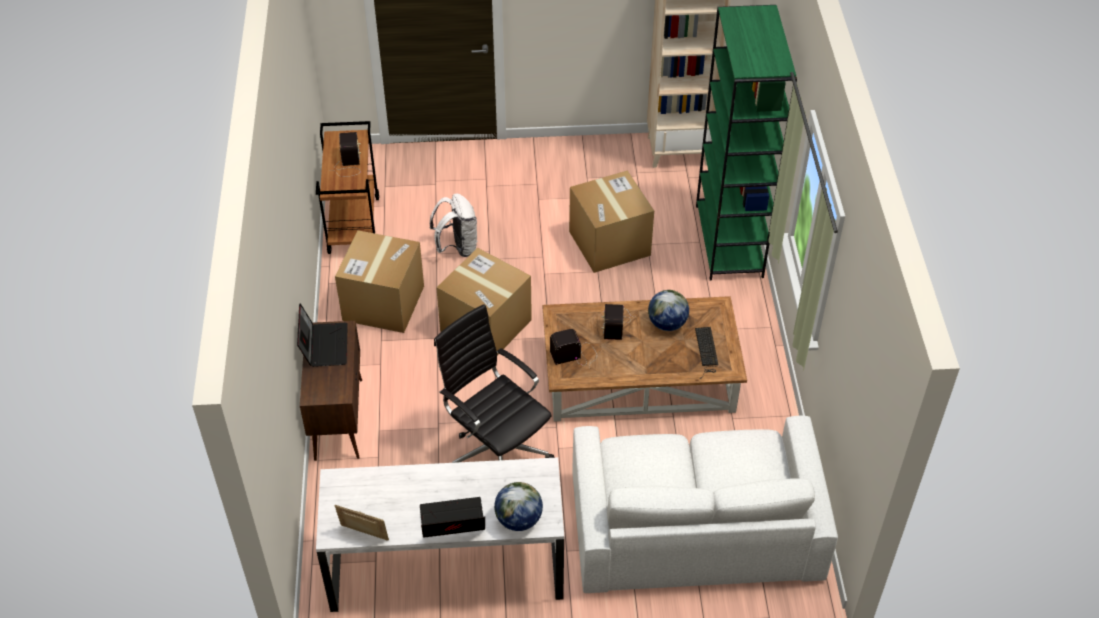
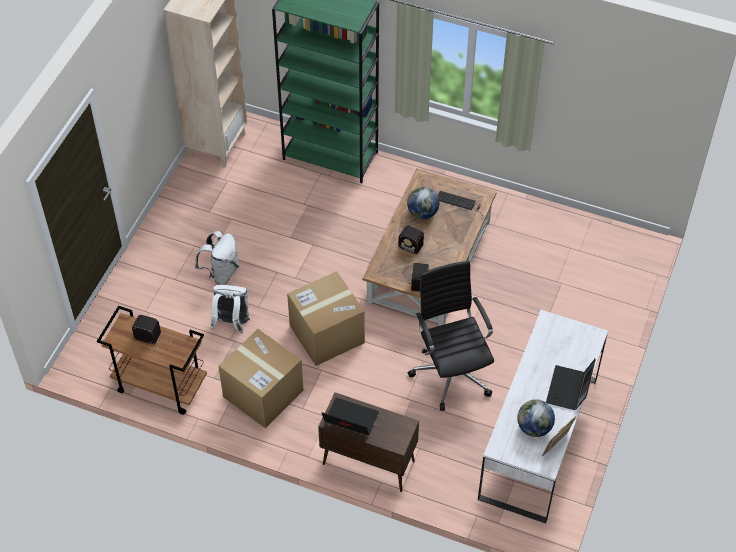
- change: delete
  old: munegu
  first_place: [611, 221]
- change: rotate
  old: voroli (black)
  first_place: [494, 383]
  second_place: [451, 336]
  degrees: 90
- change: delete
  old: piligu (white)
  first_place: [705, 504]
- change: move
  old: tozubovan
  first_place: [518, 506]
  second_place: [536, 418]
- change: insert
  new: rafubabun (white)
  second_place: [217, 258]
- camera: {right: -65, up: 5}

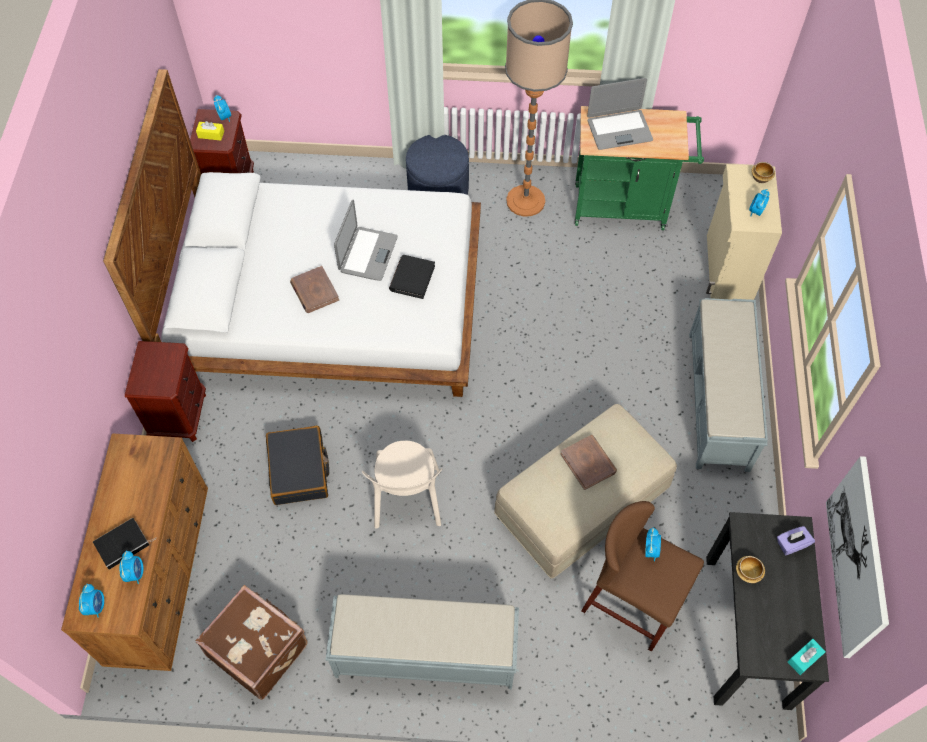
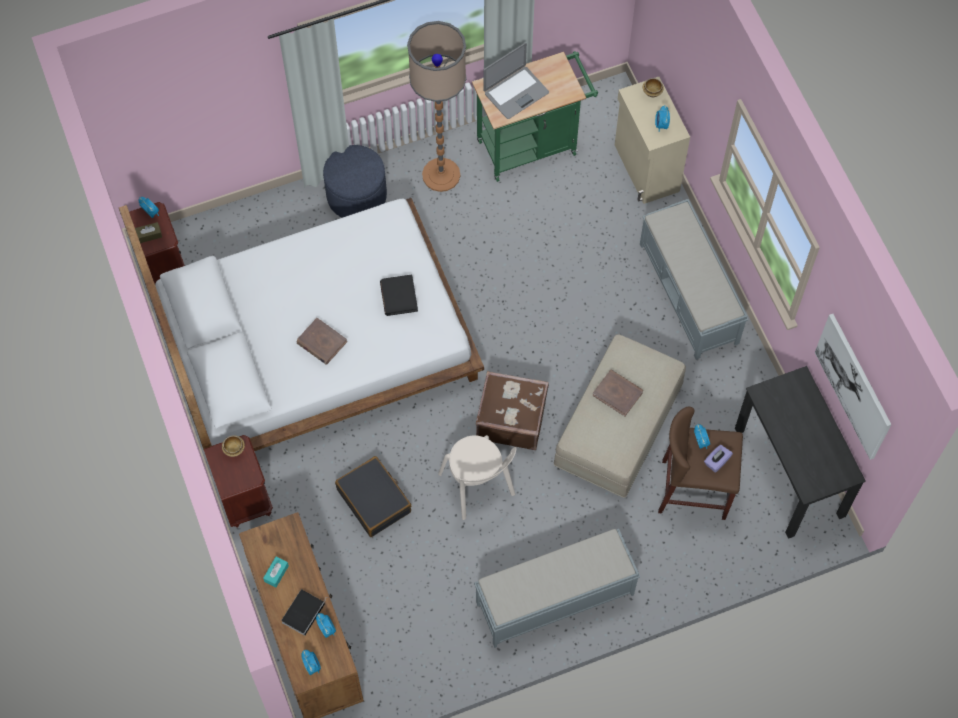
- change: recolor
  old: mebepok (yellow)
  new: mebepok (brown)
  first_place: [210, 130]
  second_place: [148, 232]
- change: delete
  old: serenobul
  first_place: [366, 240]
- change: move
  old: mebepok (purple)
  first_place: [796, 540]
  second_place: [718, 459]
- change: move
  old: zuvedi
  first_place: [750, 569]
  second_place: [233, 446]
- change: move
  old: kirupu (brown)
  first_place: [252, 642]
  second_place: [512, 410]
- change: move
  old: mebepok (turquoise)
  first_place: [807, 657]
  second_place: [276, 572]
- camera: {right: -25, up: 5}

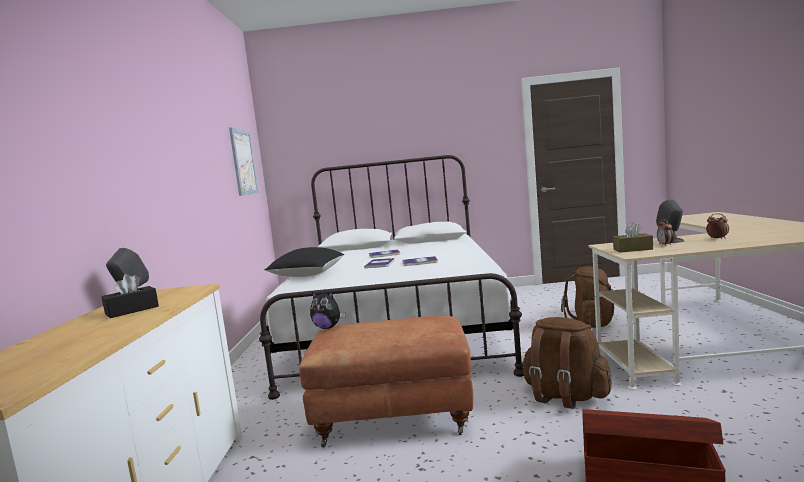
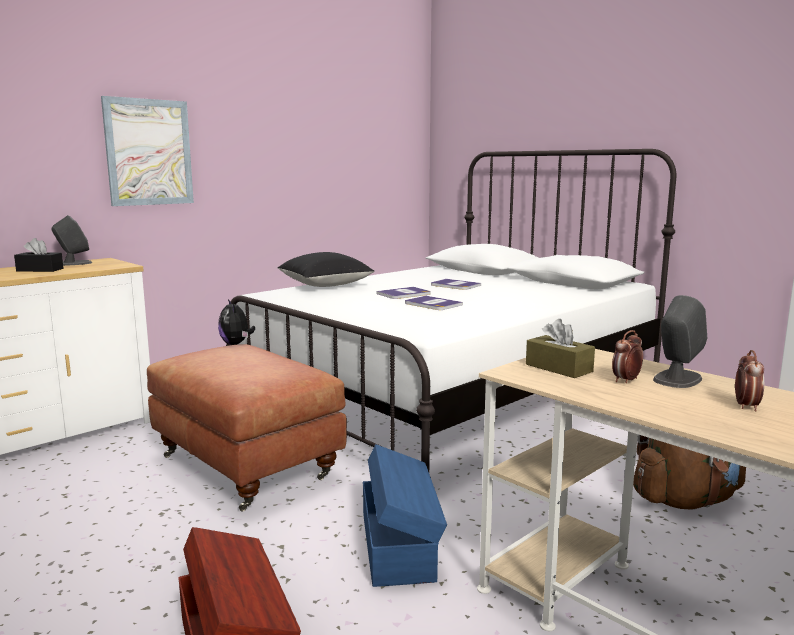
- change: move
  old: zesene
  first_place: [244, 161]
  second_place: [147, 151]
- change: replace
  old: rafubabun (brown)
  new: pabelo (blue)
  first_place: [567, 363]
  second_place: [405, 515]
- camera: {right: 45, up: 5}

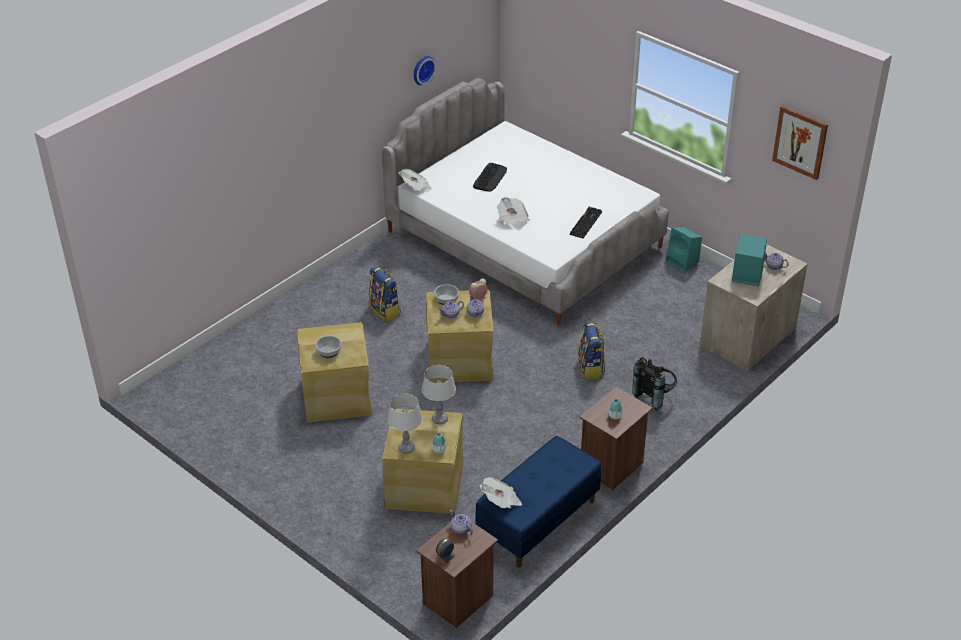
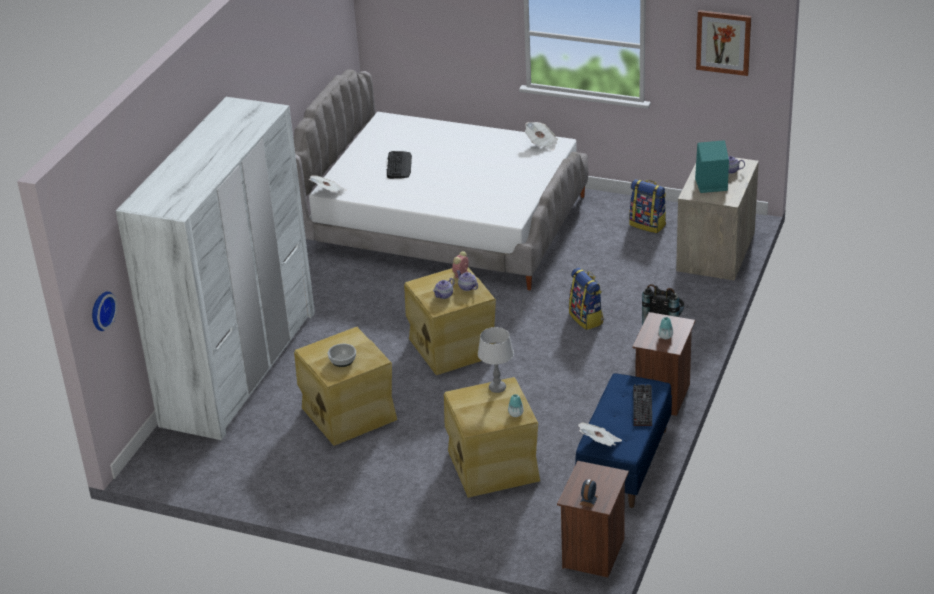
- change: move
  old: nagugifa
  first_place: [425, 70]
  second_place: [105, 311]
- change: move
  old: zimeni
  first_place: [513, 213]
  second_place: [541, 136]
- change: move
  old: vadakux
  first_place: [586, 222]
  second_place: [642, 405]
- change: delete
  old: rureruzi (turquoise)
  first_place: [683, 249]
- change: move
  old: rafubabun
  first_place: [385, 294]
  second_place: [647, 206]
- change: delete
  old: zuvedi
  first_place: [446, 294]
- change: delete
  old: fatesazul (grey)
  first_place: [405, 423]
- change: delete
  old: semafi
  first_place: [461, 522]
- change: insert
  new: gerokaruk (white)
  second_place: [215, 268]
- camera: {right: -20, up: -5}

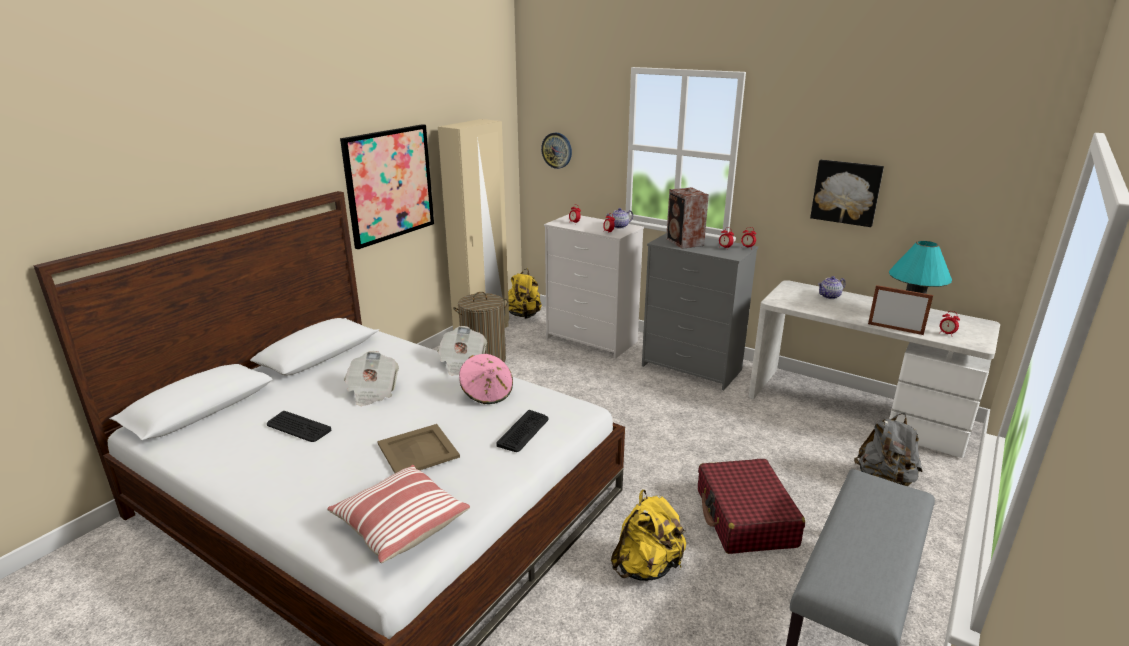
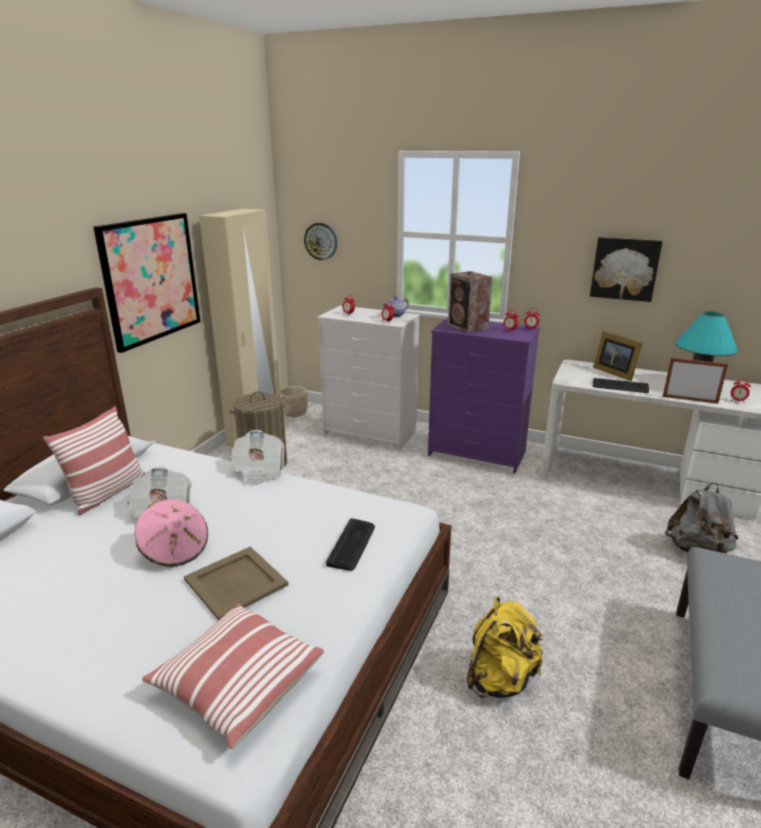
- change: recolor
  old: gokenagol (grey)
  new: gokenagol (purple)
  first_place: [700, 311]
  second_place: [484, 395]
- change: replace
  old: rafubabun (yellow)
  new: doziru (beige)
  first_place: [525, 294]
  second_place: [294, 401]
- change: replace
  old: semafi
  new: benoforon
  first_place: [832, 287]
  second_place: [618, 356]
- change: move
  old: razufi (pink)
  first_place: [486, 379]
  second_place: [171, 533]
- change: move
  old: vadakux
  first_place: [299, 426]
  second_place: [621, 385]
- change: delete
  old: kirupu (red)
  first_place: [751, 506]
- change: insert
  new: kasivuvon
  second_place: [94, 461]
- camera: {right: -10, up: 0}

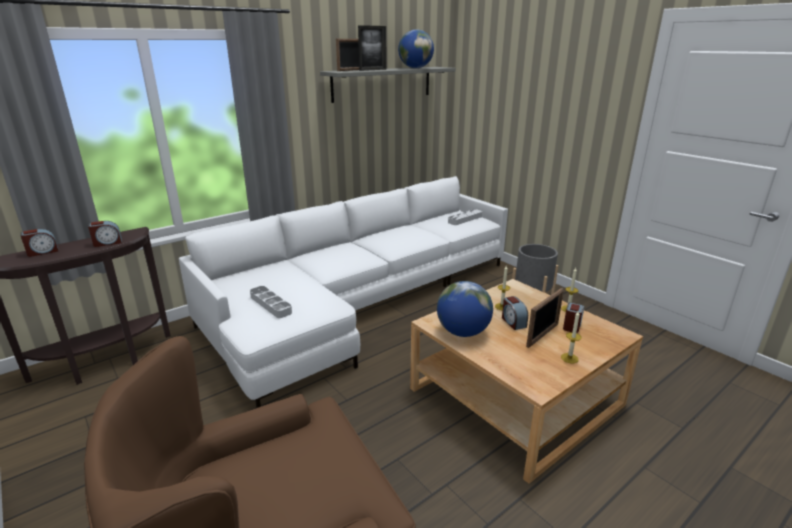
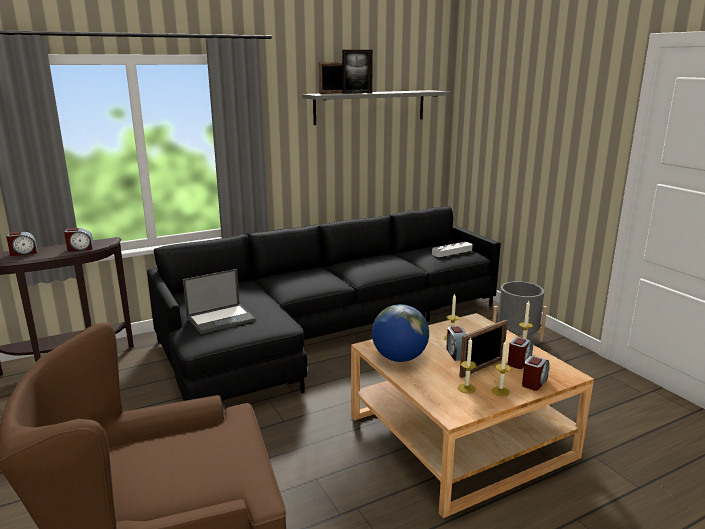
- change: delete
  old: tozubovan
  first_place: [416, 48]
- change: recolor
  old: piligu (white)
  new: piligu (black)
  first_place: [343, 292]
  second_place: [324, 303]
- change: replace
  old: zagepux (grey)
  new: serenobul
  first_place: [271, 302]
  second_place: [219, 301]
- change: insert
  new: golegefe
  second_place: [467, 365]
- change: insert
  new: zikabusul
  second_place: [536, 373]
- camera: {right: 10, up: -5}

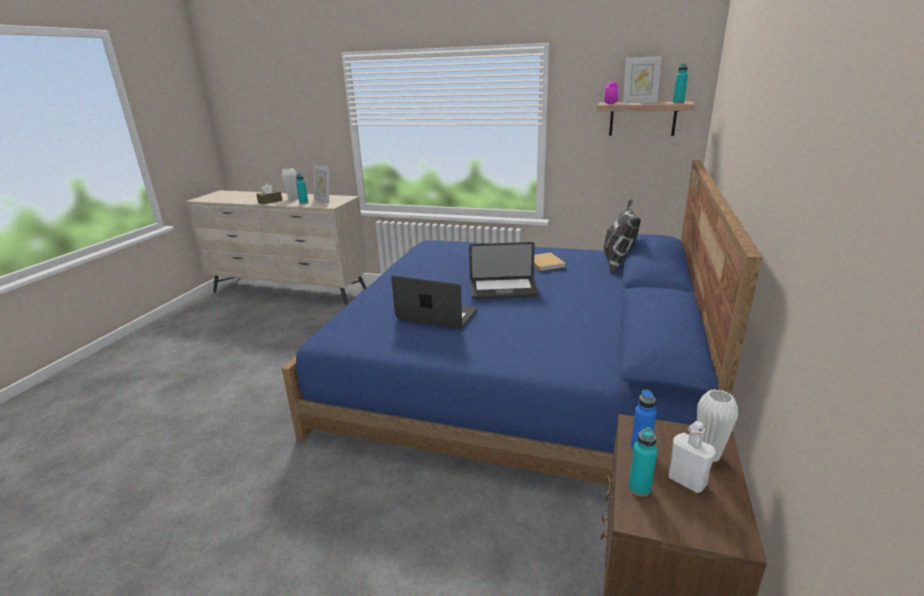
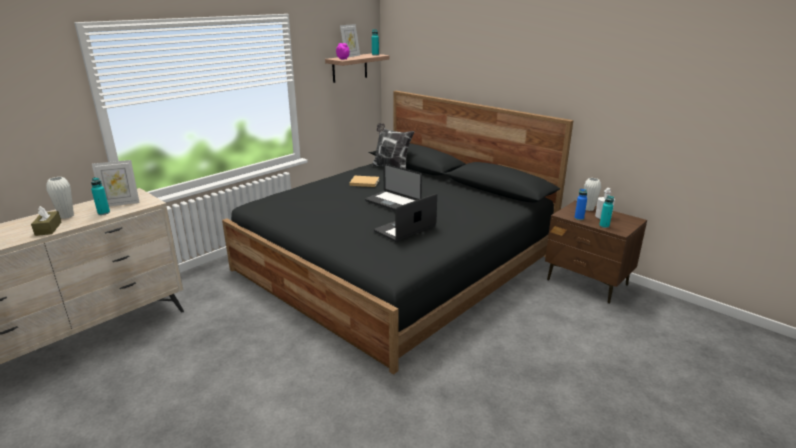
- change: recolor
  old: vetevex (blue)
  new: vetevex (black)
  first_place: [521, 322]
  second_place: [398, 233]
- change: rotate
  old: serenobul
  first_place: [504, 270]
  second_place: [393, 187]
  degrees: 105
- camera: {right: -65, up: 0}

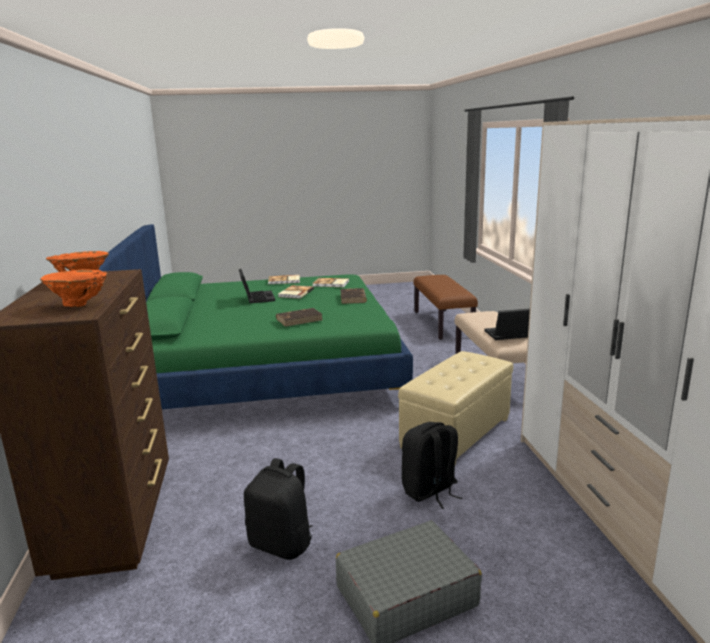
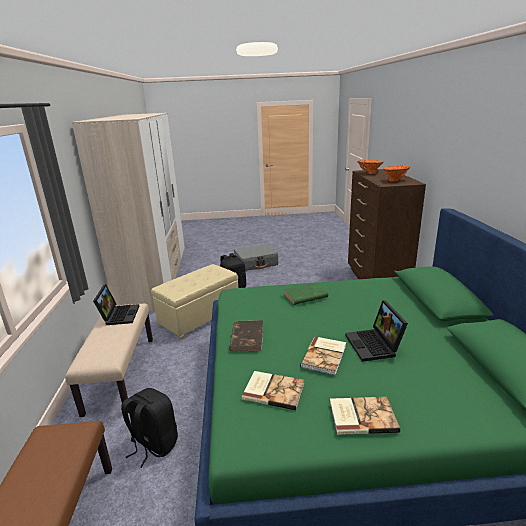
- change: recolor
  old: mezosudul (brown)
  new: mezosudul (green)
  first_place: [299, 317]
  second_place: [305, 293]
- change: rotate
  old: serenobul
  first_place: [507, 324]
  second_place: [116, 304]
  degrees: -90
- change: move
  old: rafubabun (black)
  first_place: [278, 509]
  second_place: [149, 428]
- camera: {right: -175, up: 5}

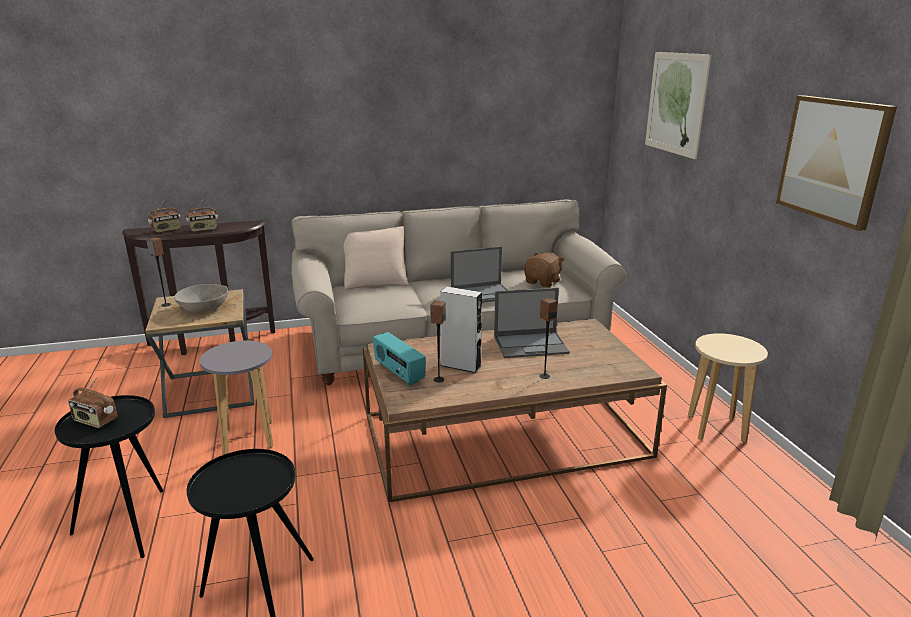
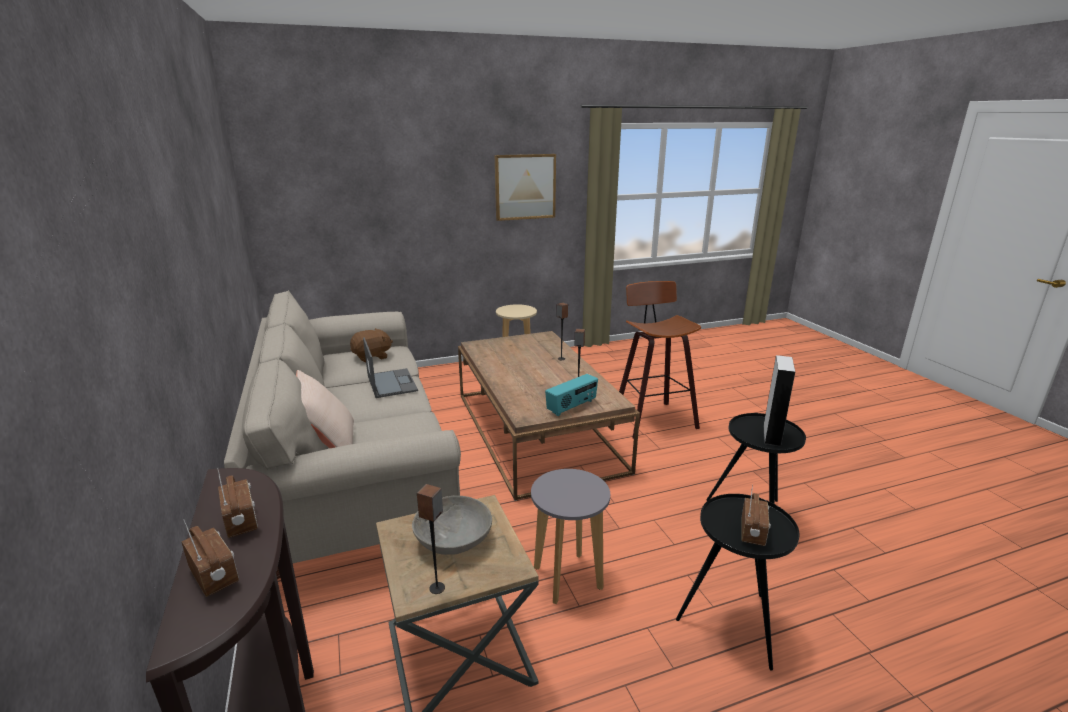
- change: delete
  old: zesene
  first_place: [678, 105]
- change: rotate
  old: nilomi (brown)
  first_place: [544, 269]
  second_place: [371, 345]
  degrees: 120
- change: move
  old: rureruzi (grey)
  first_place: [461, 330]
  second_place: [779, 401]
- change: delete
  old: serenobul
  first_place: [532, 323]
- change: insert
  new: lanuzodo
  second_place: [660, 360]
- camera: {right: -95, up: 0}

